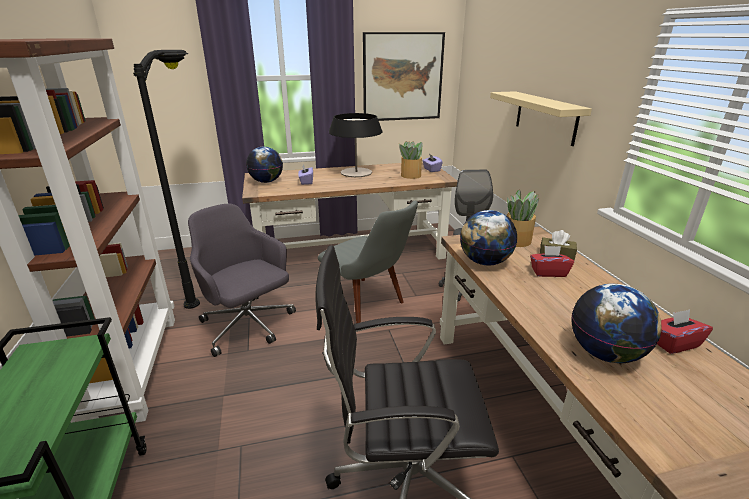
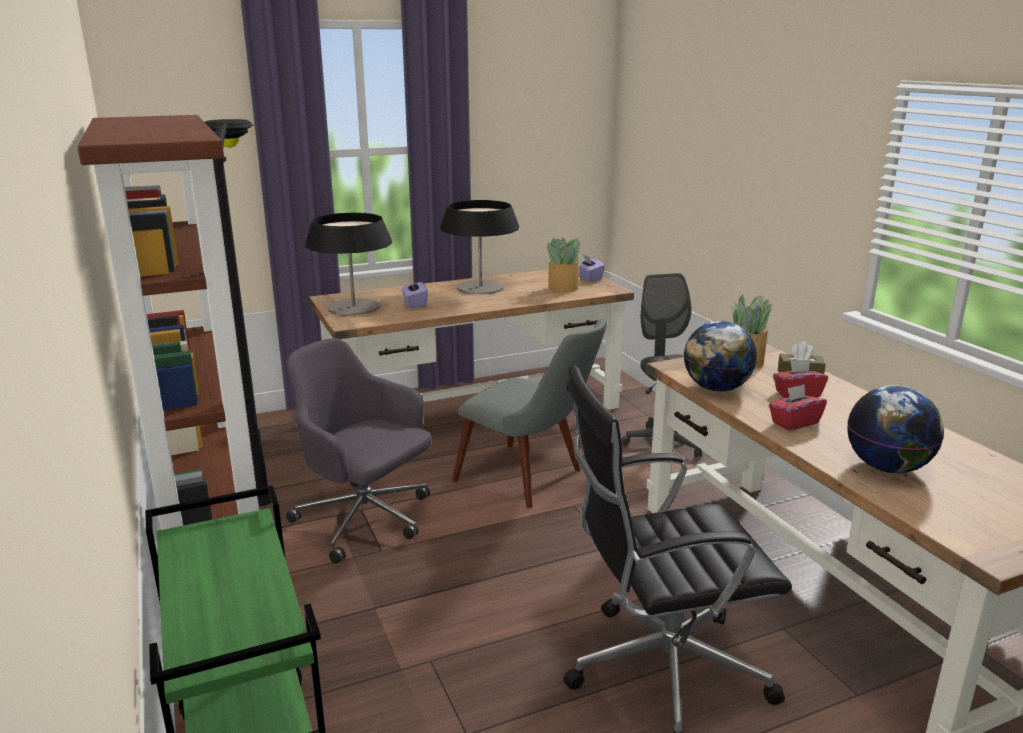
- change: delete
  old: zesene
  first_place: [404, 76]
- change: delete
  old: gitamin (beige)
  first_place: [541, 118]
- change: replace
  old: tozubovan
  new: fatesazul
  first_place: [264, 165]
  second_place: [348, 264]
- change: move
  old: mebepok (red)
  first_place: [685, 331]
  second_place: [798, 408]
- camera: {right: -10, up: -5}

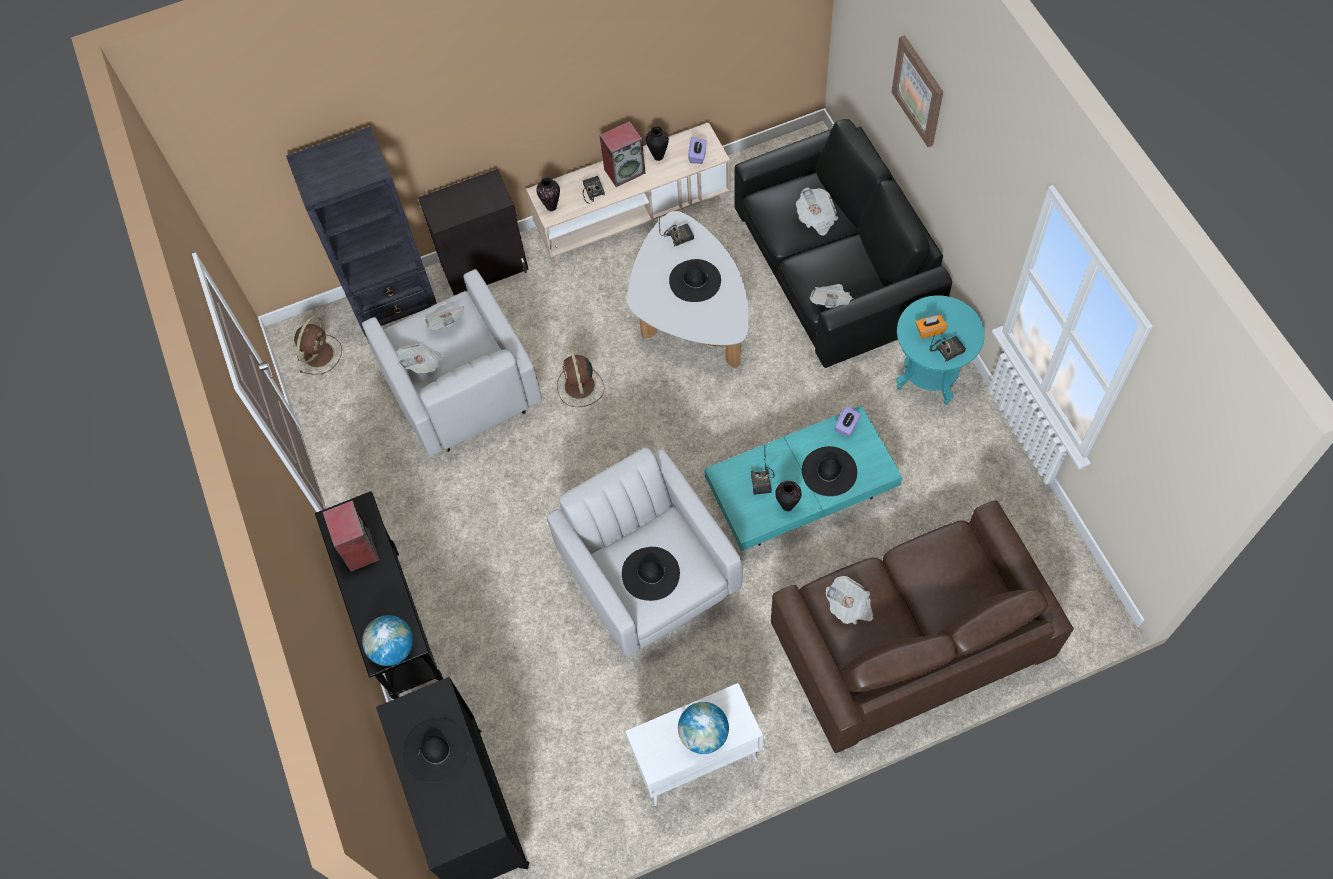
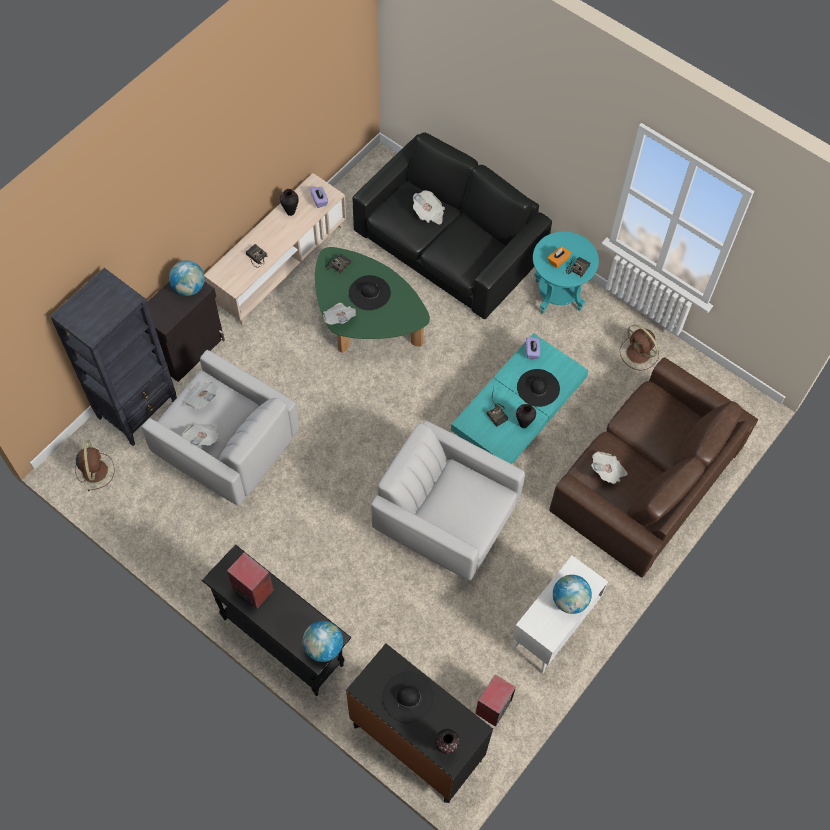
- change: delete
  old: zesene
  first_place: [917, 91]
- change: move
  old: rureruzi
  first_place: [622, 154]
  second_place: [495, 700]
- change: move
  old: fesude
  first_place: [548, 194]
  second_place: [447, 741]
- change: recolor
  old: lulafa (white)
  new: lulafa (green)
  first_place: [688, 290]
  second_place: [372, 300]
- change: move
  old: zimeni
  first_place: [831, 296]
  second_place: [339, 314]
- change: move
  old: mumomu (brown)
  first_place: [581, 377]
  second_place: [639, 347]
- change: delete
  old: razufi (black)
  first_place: [651, 574]
- change: insert
  new: tozubovan
  second_place: [187, 278]
- camera: {right: -35, up: 0}

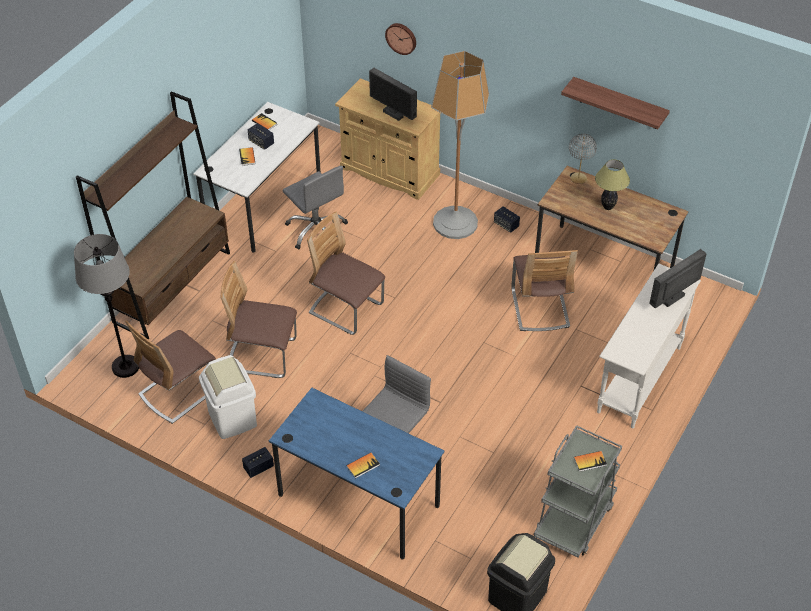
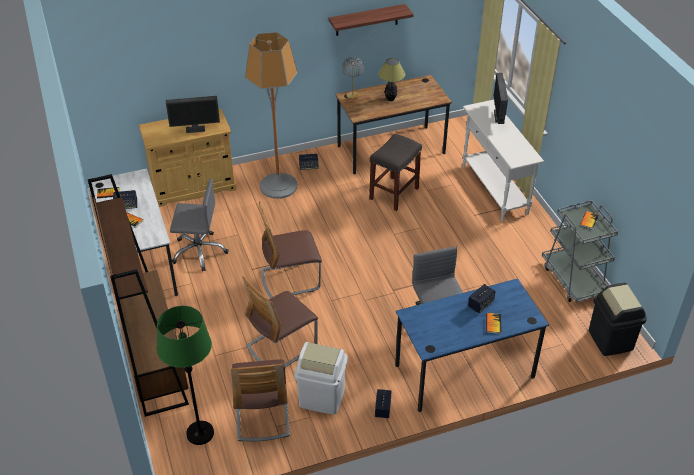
- change: delete
  old: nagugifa
  first_place: [400, 39]
- change: recolor
  old: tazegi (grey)
  new: tazegi (green)
  first_place: [106, 306]
  second_place: [185, 375]
- change: replace
  old: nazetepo
  new: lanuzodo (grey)
  first_place: [545, 290]
  second_place: [395, 172]
- change: insert
  new: rureruzi
  second_place: [482, 298]
- camera: {right: -50, up: -5}

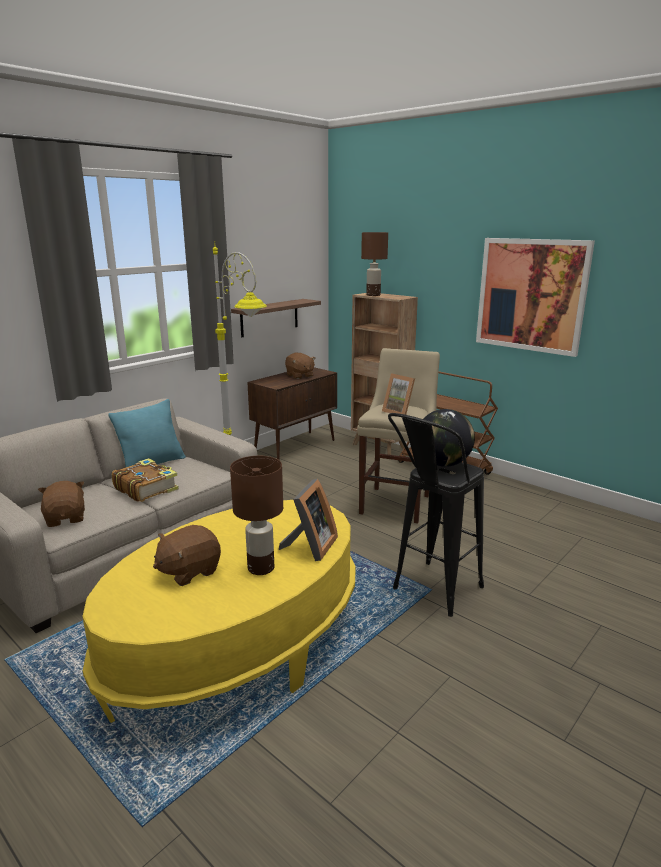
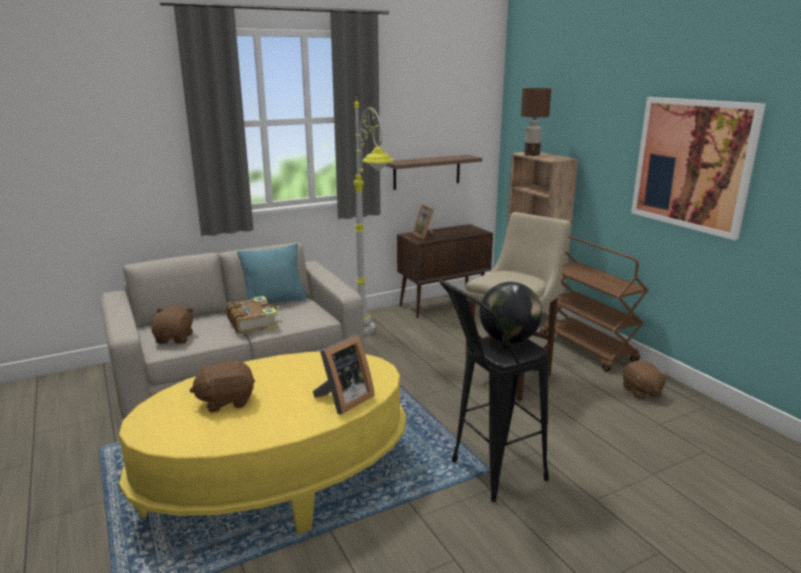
- change: move
  old: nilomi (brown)
  first_place: [300, 365]
  second_place: [645, 379]
- change: move
  old: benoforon
  first_place: [398, 394]
  second_place: [423, 221]
- change: delete
  old: fatesazul (brown)
  first_place: [256, 515]
- camera: {right: 20, up: 0}

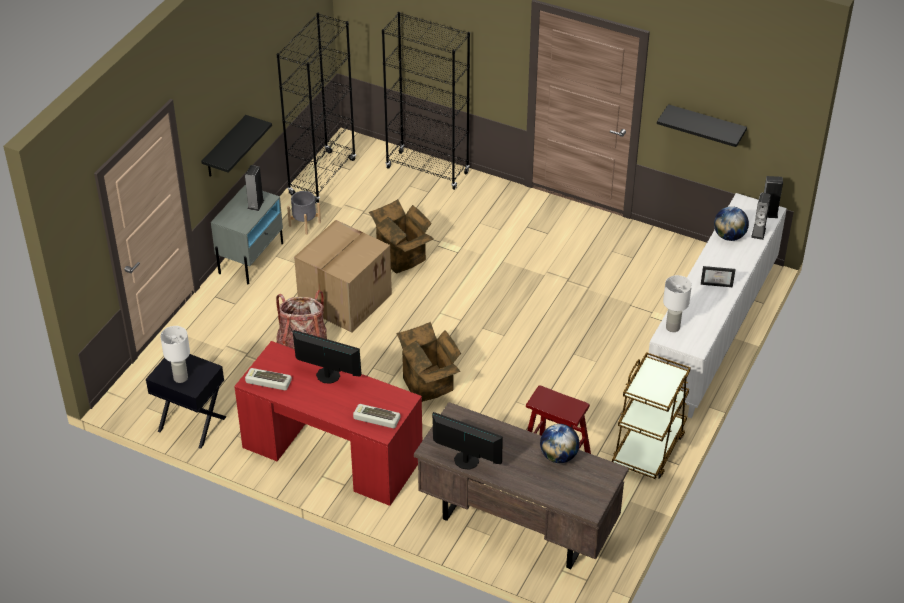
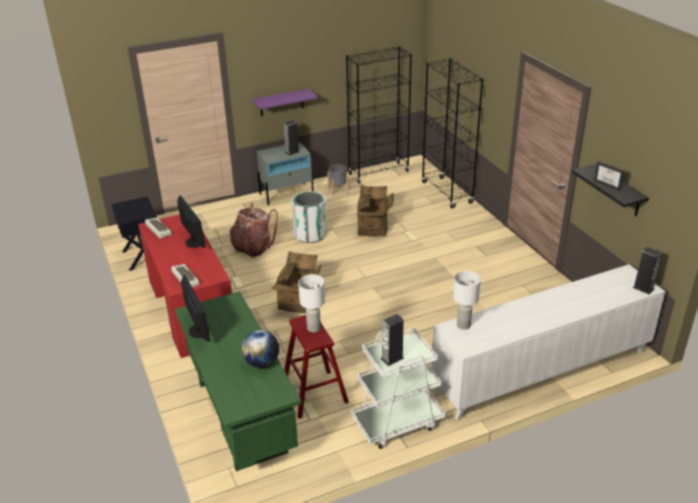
- change: recolor
  old: gitamin (black)
  new: gitamin (purple)
  first_place: [236, 145]
  second_place: [285, 102]
- change: move
  old: rureruzi
  first_place: [761, 216]
  second_place: [392, 340]
- change: delete
  old: tozubovan
  first_place: [731, 223]
- change: replace
  old: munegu
  new: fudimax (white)
  first_place: [343, 276]
  second_place: [309, 217]
- change: move
  old: benoforon
  first_place: [718, 276]
  second_place: [609, 176]
- change: move
  old: fatesazul (white)
  first_place: [175, 354]
  second_place: [311, 303]
- change: recolor
  old: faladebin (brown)
  new: faladebin (white)
  first_place: [651, 415]
  second_place: [398, 388]
- change: recolor
  old: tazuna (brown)
  new: tazuna (green)
  first_place: [521, 485]
  second_place: [238, 381]
- camera: {right: 40, up: -10}

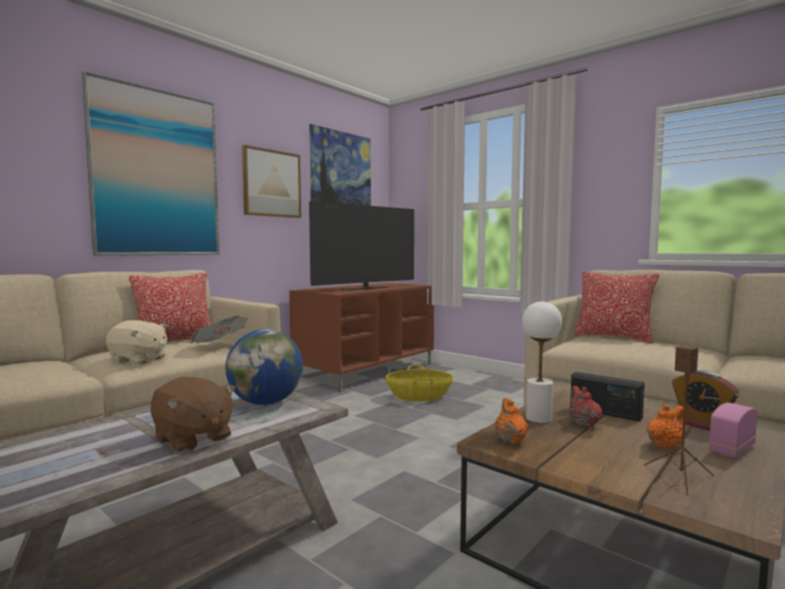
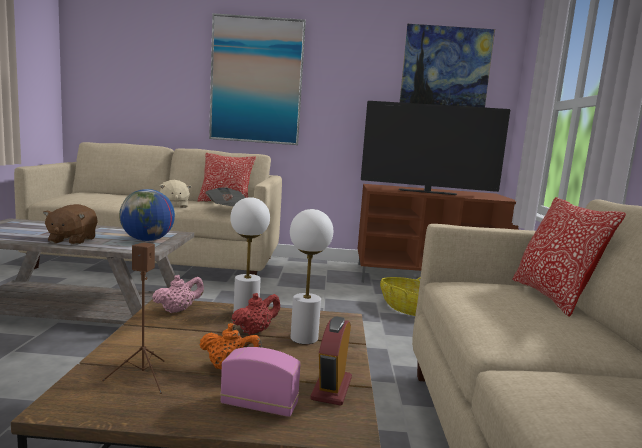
- change: delete
  old: zesene
  first_place: [271, 181]
- change: replace
  old: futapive
  new: fatesazul (white)
  first_place: [607, 397]
  second_place: [311, 276]
- change: recolor
  old: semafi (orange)
  new: semafi (pink)
  first_place: [511, 421]
  second_place: [178, 294]
- camera: {right: 50, up: 5}

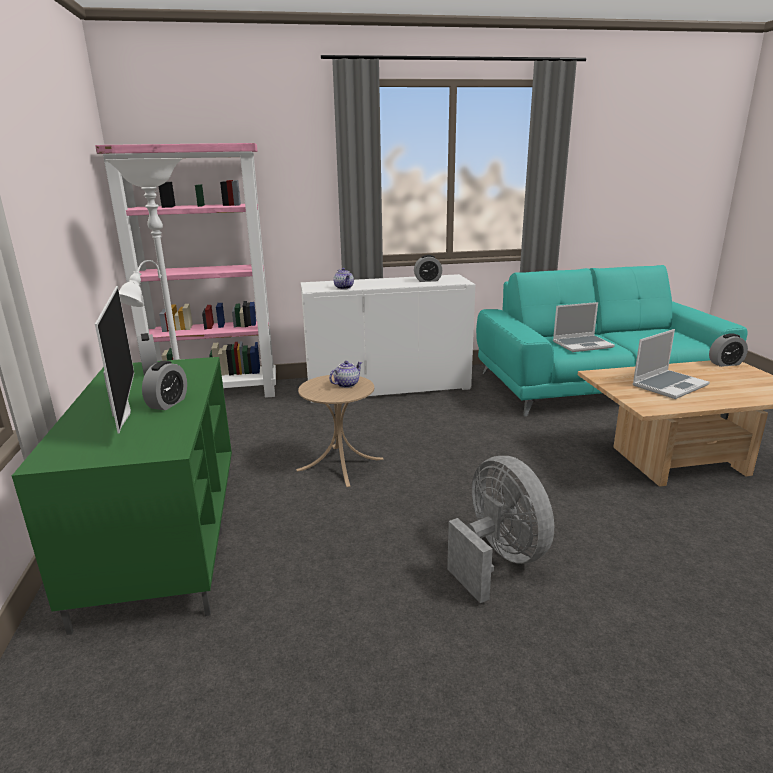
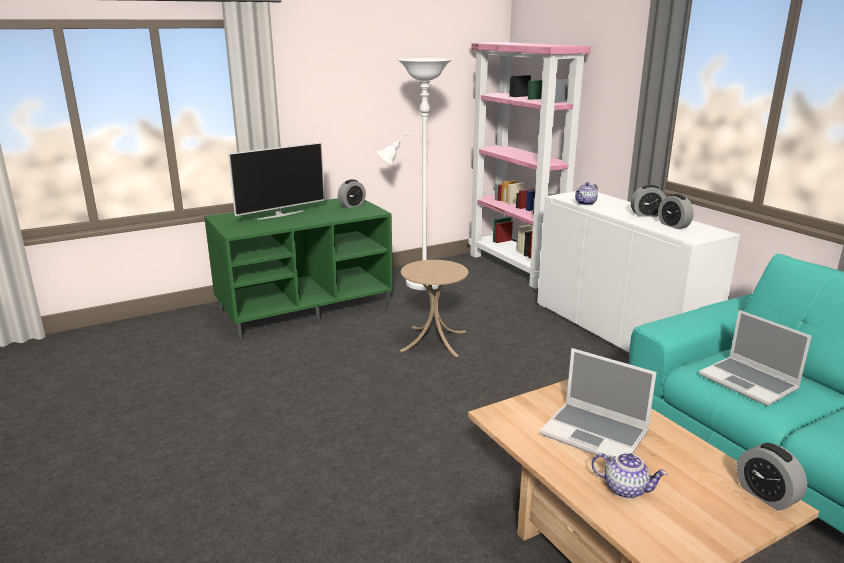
- change: move
  old: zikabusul
  first_place: [164, 385]
  second_place: [648, 201]
- change: move
  old: semafi
  first_place: [346, 374]
  second_place: [629, 476]
- change: delete
  old: mumomu (grey)
  first_place: [500, 529]
- camera: {right: 70, up: 0}

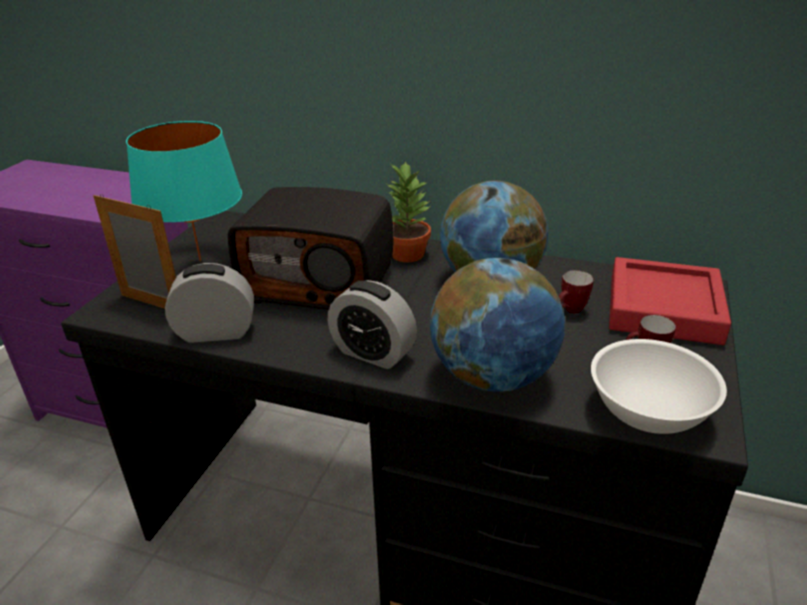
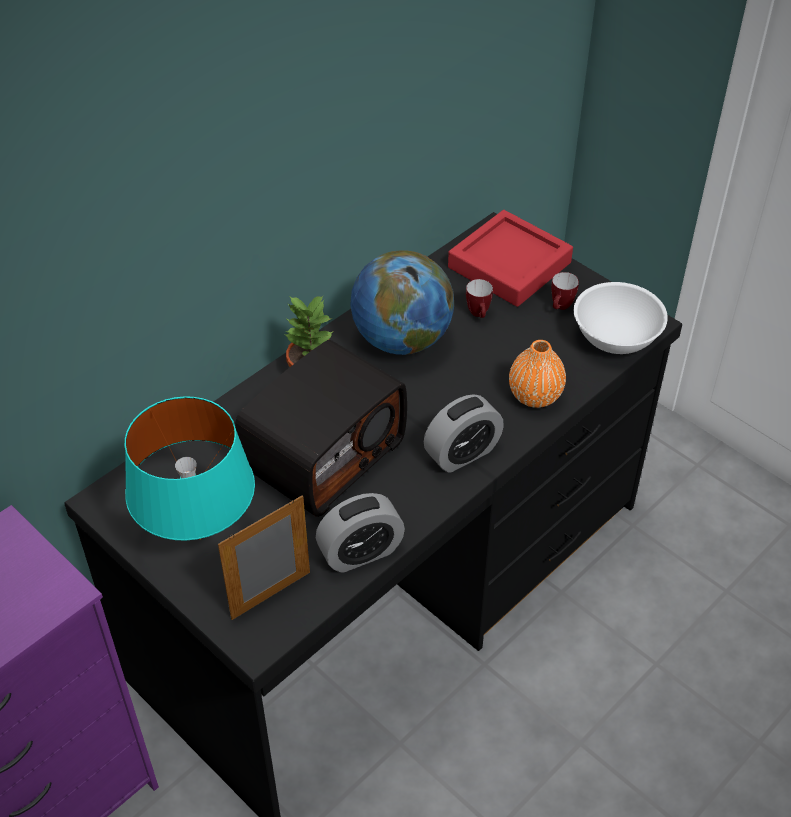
- change: replace
  old: tozubovan
  new: fesude (orange)
  first_place: [497, 325]
  second_place: [537, 374]
- change: rotate
  old: zikabusul
  first_place: [209, 303]
  second_place: [360, 533]
  degrees: -135
- camera: {right: -65, up: 15}

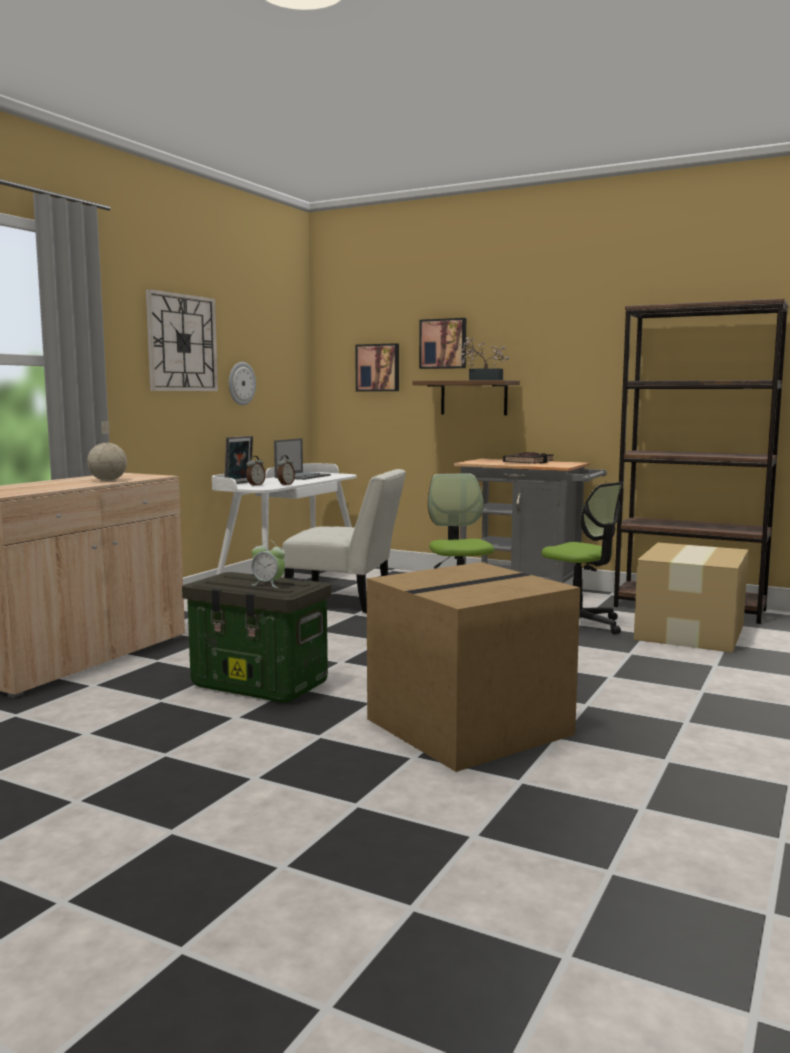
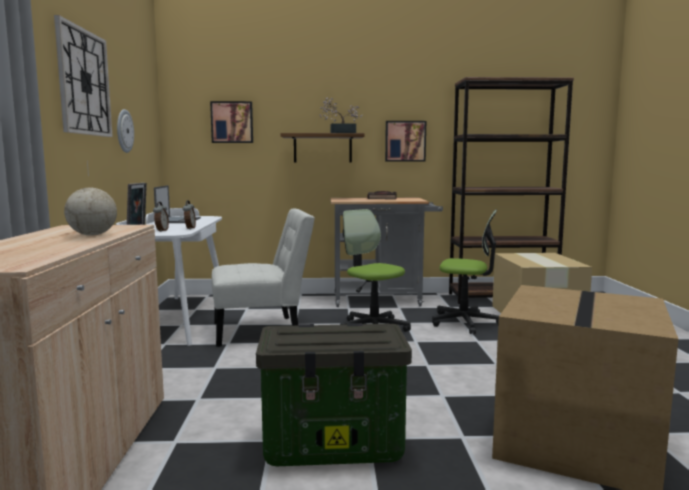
- change: move
  old: zesene
  first_place: [442, 343]
  second_place: [405, 141]
- change: delete
  old: zikabusul
  first_place: [268, 564]
- camera: {right: -30, up: 0}

